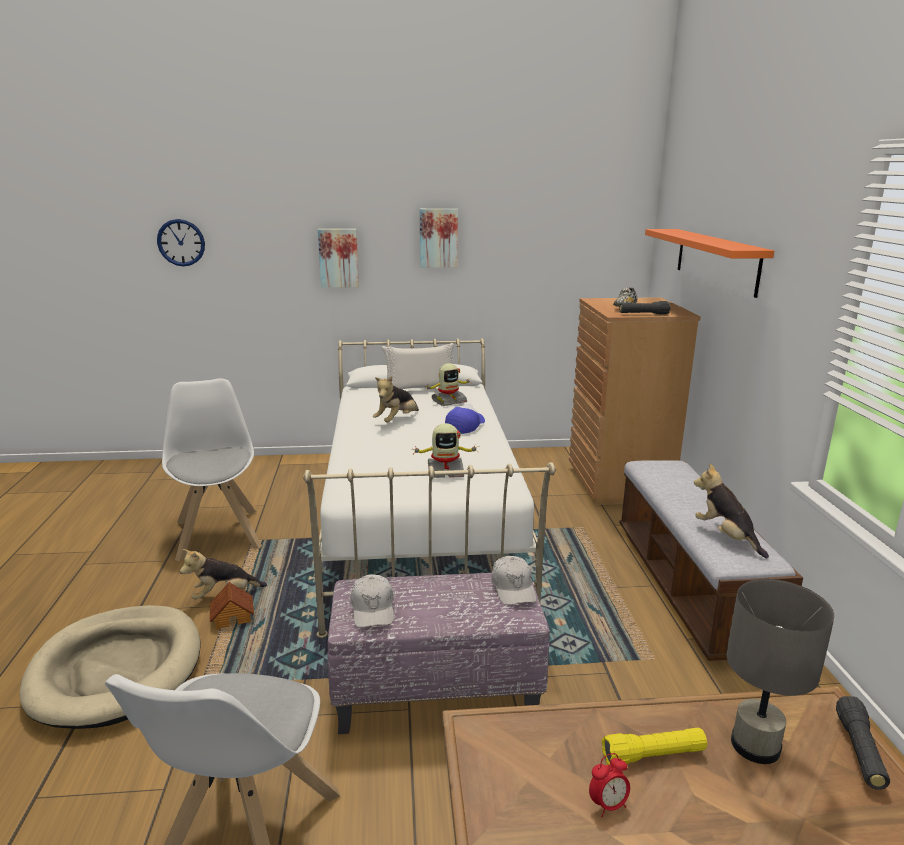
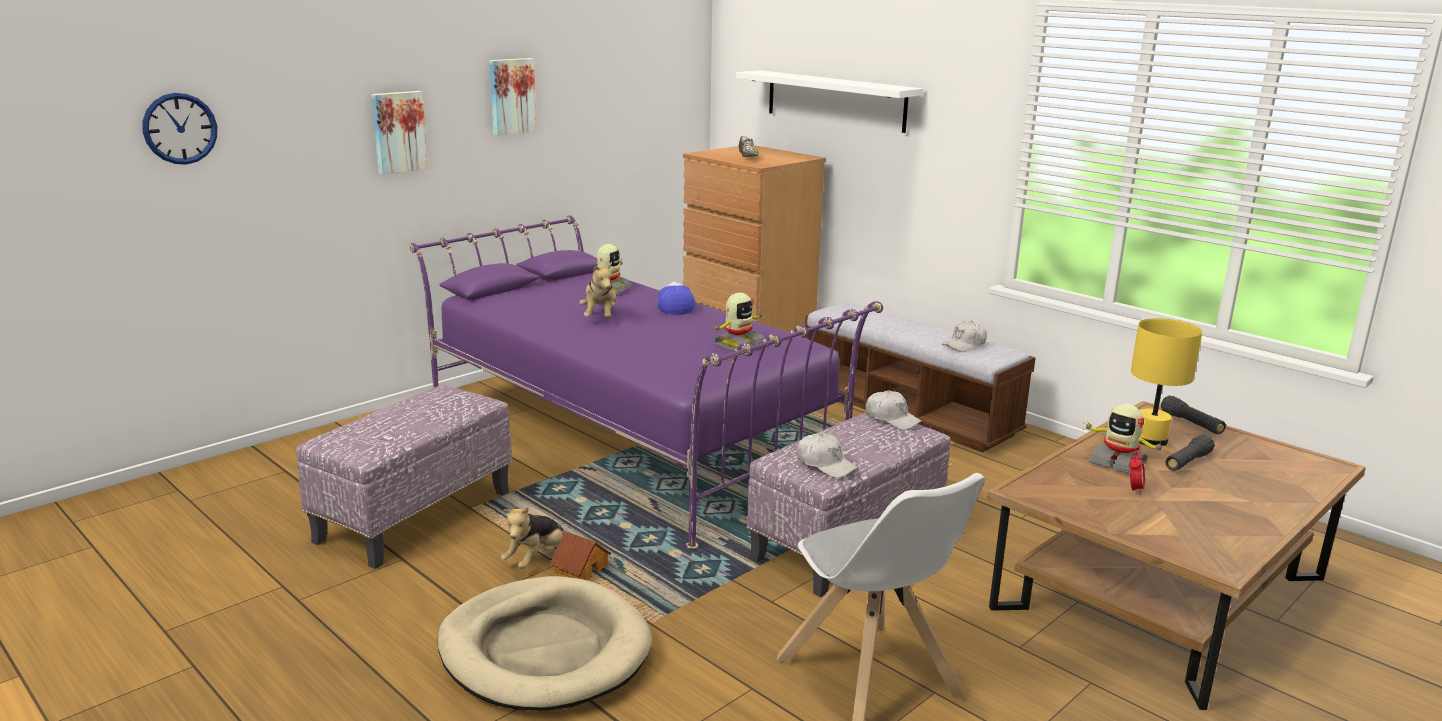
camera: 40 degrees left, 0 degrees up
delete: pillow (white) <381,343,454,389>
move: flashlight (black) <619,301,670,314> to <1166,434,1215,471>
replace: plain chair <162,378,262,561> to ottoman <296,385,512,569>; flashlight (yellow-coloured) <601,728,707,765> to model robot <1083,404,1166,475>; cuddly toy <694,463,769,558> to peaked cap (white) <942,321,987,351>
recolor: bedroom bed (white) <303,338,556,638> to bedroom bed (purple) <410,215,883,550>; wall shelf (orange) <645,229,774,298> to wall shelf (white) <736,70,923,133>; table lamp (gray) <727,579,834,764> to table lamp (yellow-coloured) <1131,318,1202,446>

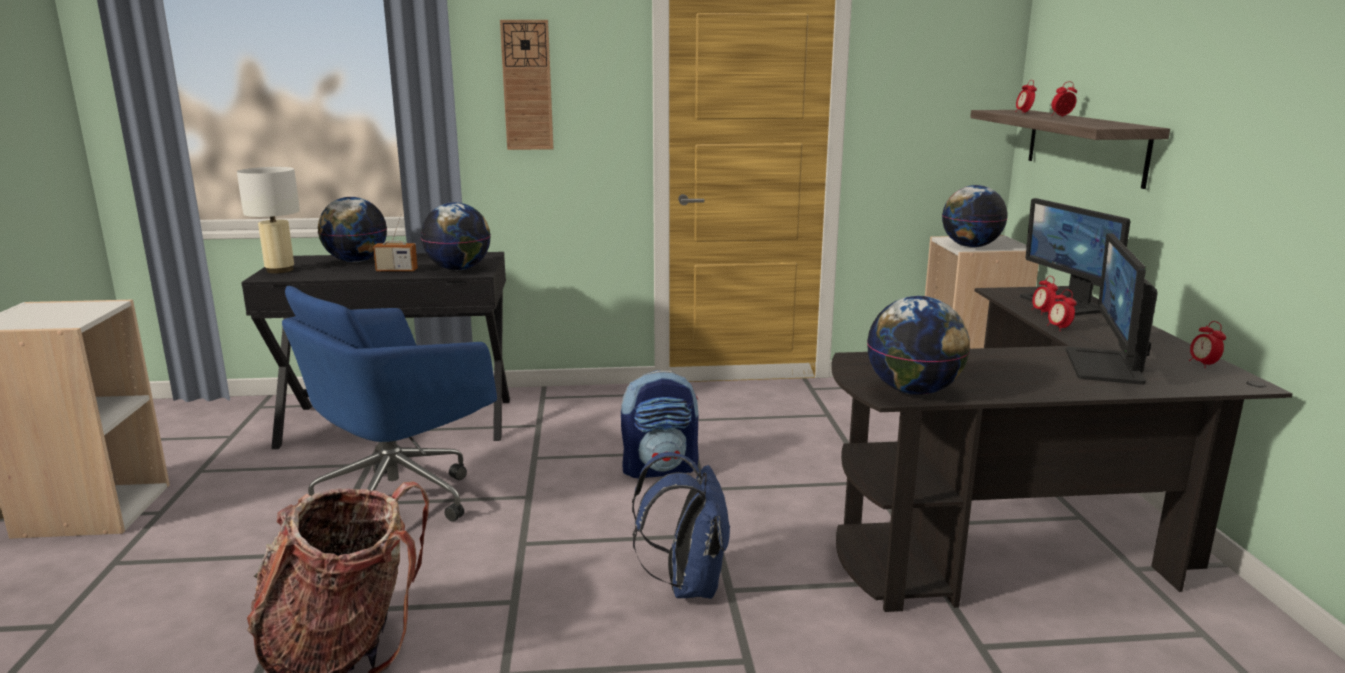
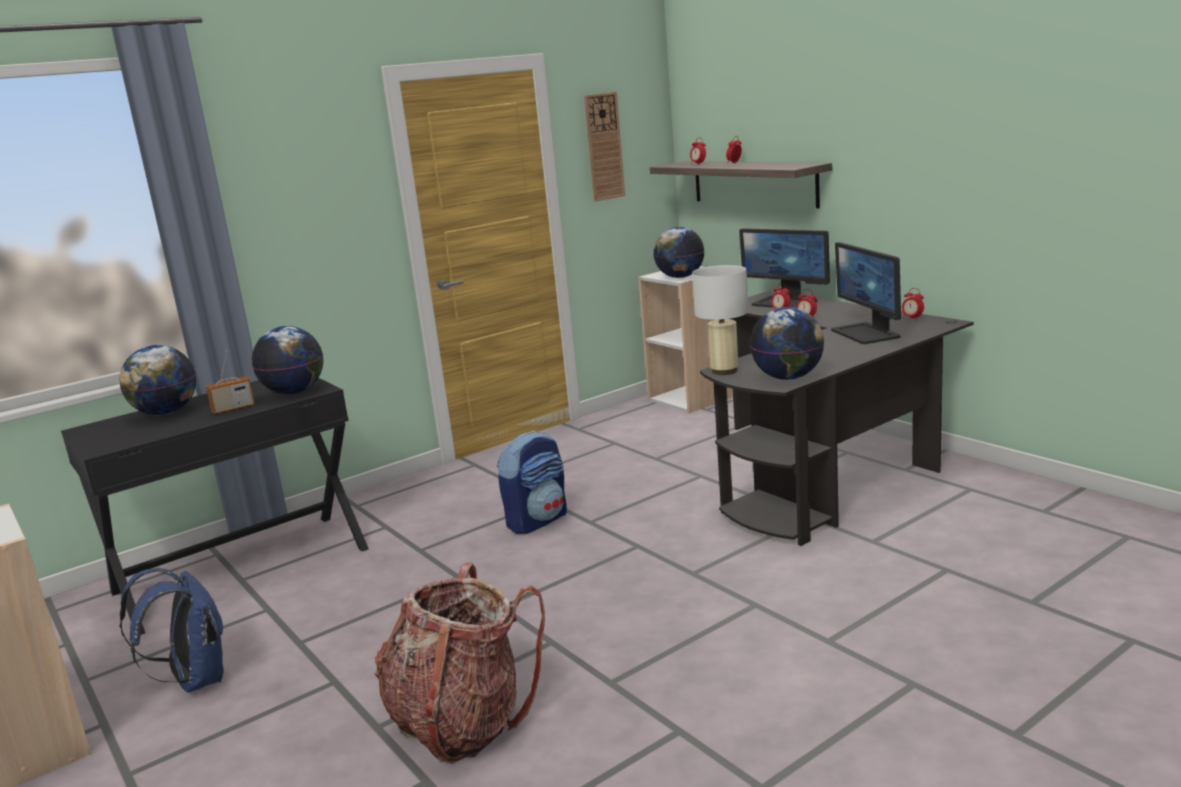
camera: 30 degrees left, 0 degrees up
delete: office chair (blue-coloured) <282,286,497,522>
move: table lamp (white) <237,167,300,273> to <692,265,748,375>; hanging clock <500,20,553,150> to <584,92,625,201>; rucksack (blue-coloured) <632,452,730,599> to <120,568,224,693>

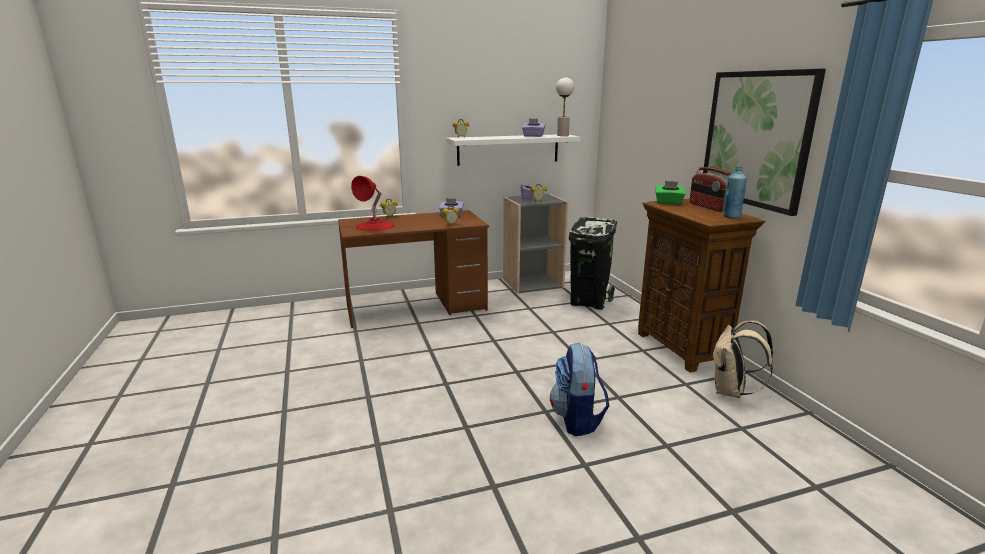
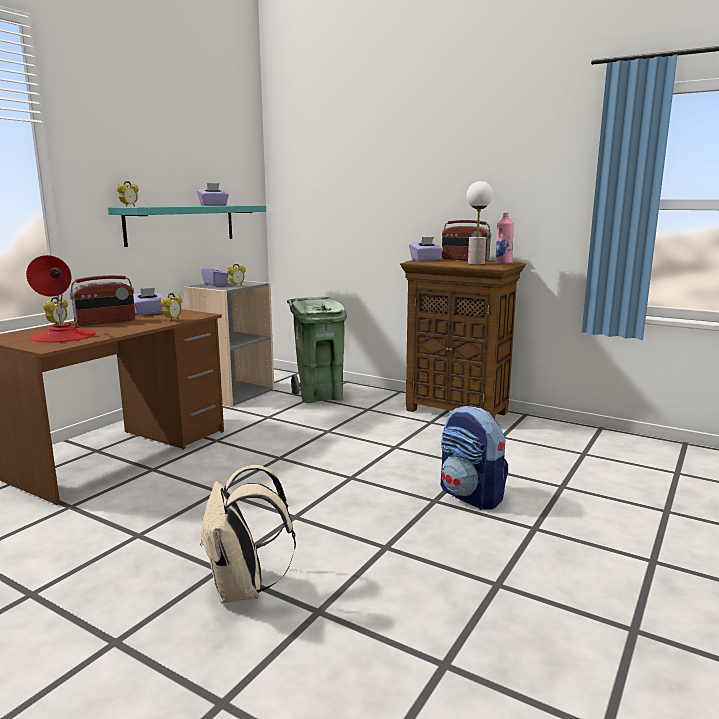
camera: 40 degrees left, 5 degrees down
delete: wall art <703,69,826,216>
insert: radio set <70,275,135,326>
move: table lamp <556,77,574,136> to <467,181,493,265>; rucksack (beige-coloured) <711,320,773,398> to <201,465,296,604>
recolor: wall shelf (white) <446,135,580,166> to wall shelf (turquoise-coloured) <108,205,266,247>; waste bin (black) <569,217,617,310> to waste bin (greenish) <287,296,347,403>; box of tissues (greenish) <656,181,686,204> to box of tissues (purple) <409,237,443,261>; beverage bottle (blue-coloured) <723,166,747,219> to beverage bottle (pinkish) <496,213,514,264>

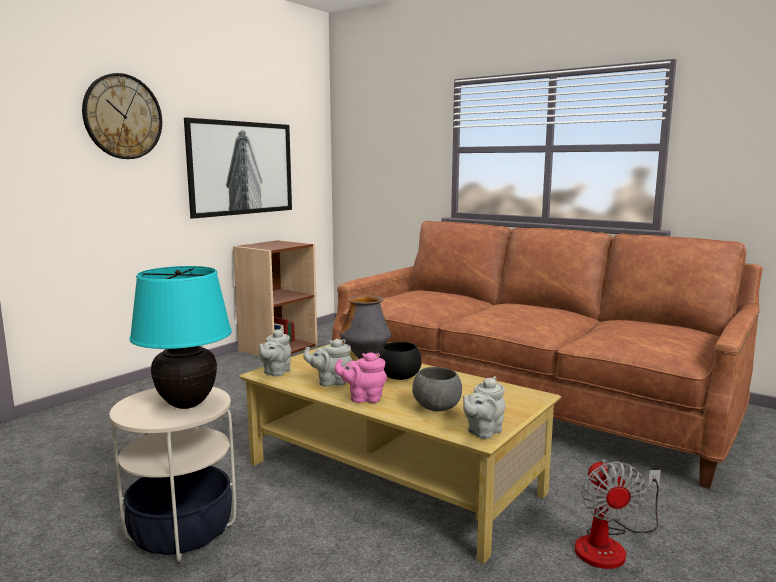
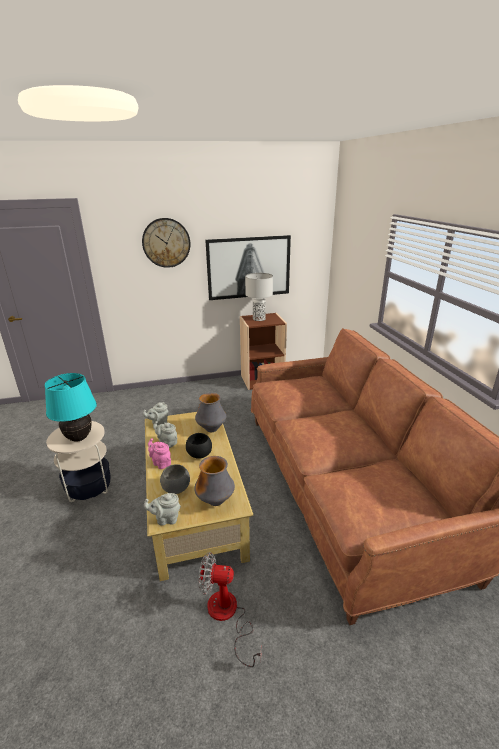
camera: 40 degrees right, 15 degrees up
insert: decorative vase <194,456,235,506>; table lamp (white) <245,273,273,321>
rotate: cooling fan <575,459,661,569> = <198,552,262,667> 60 degrees clockwise

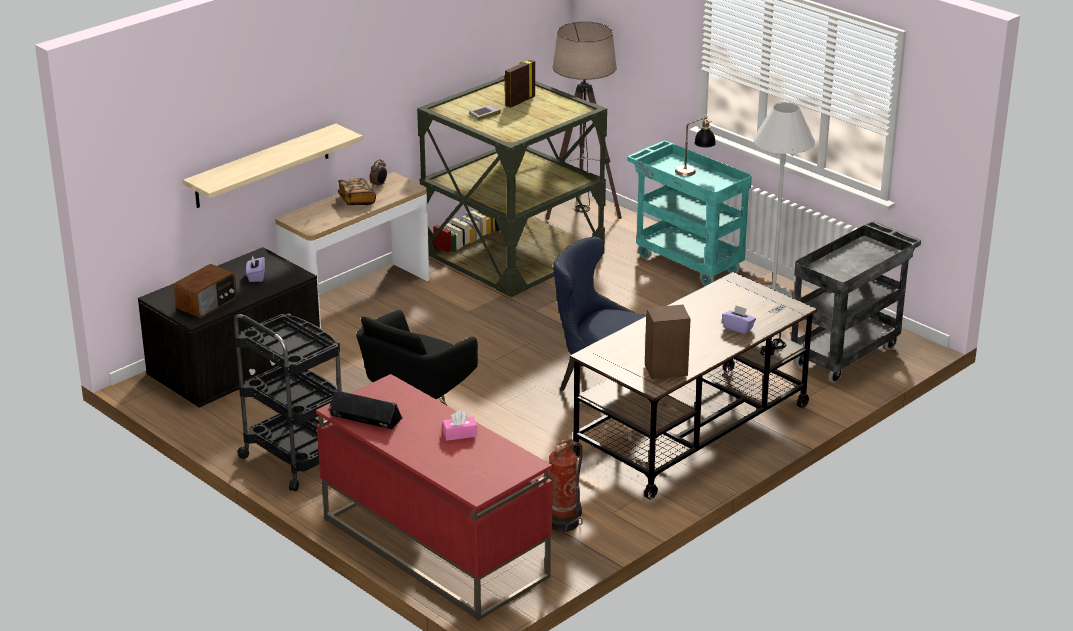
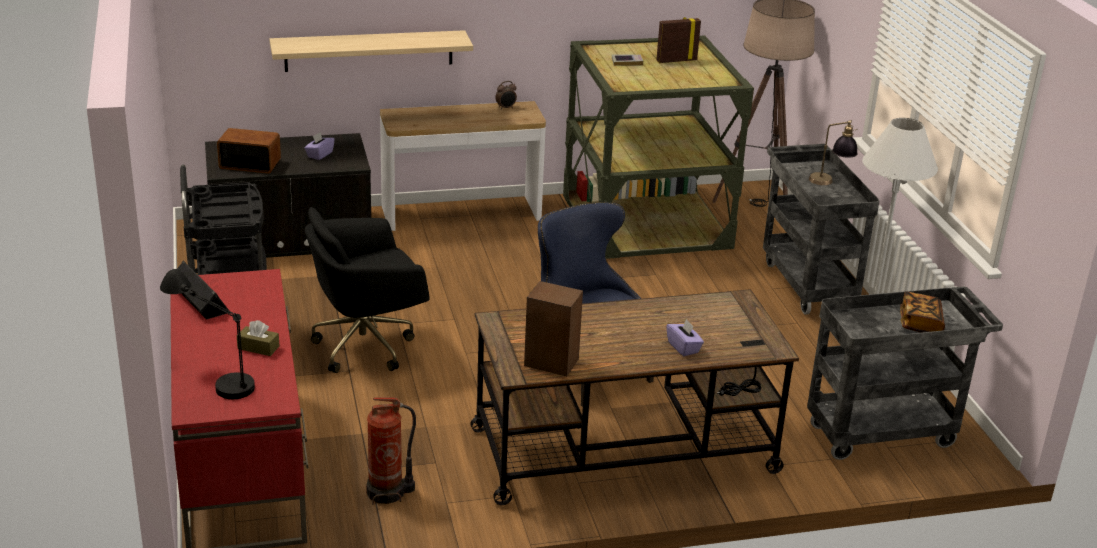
camera: 30 degrees right, 0 degrees up
insert: table lamp (black) <160,269,255,399>
move: volume <338,178,376,205> to <900,292,945,333>
recolor: box of tissues (pinkish) <443,410,477,441> to box of tissues (brownish) <237,320,280,356>; cart (turquoise-coloured) <627,141,752,286> to cart (black) <763,144,880,315>
rotate: radio set <174,264,237,318> = <217,128,281,173> 150 degrees counterclockwise

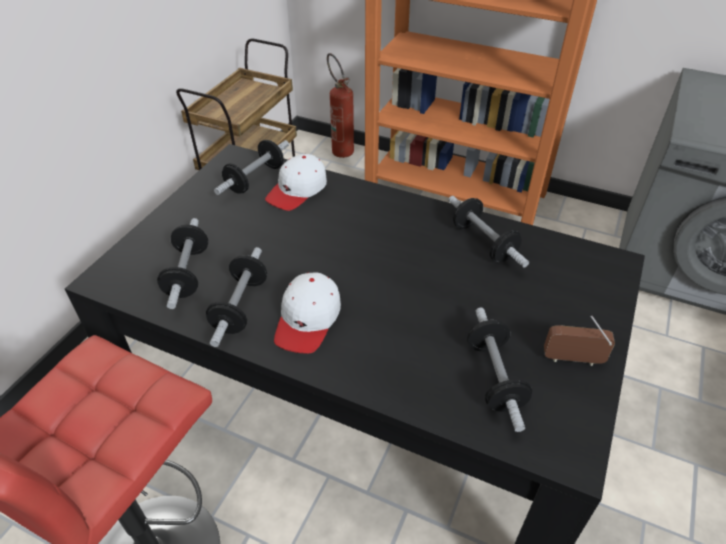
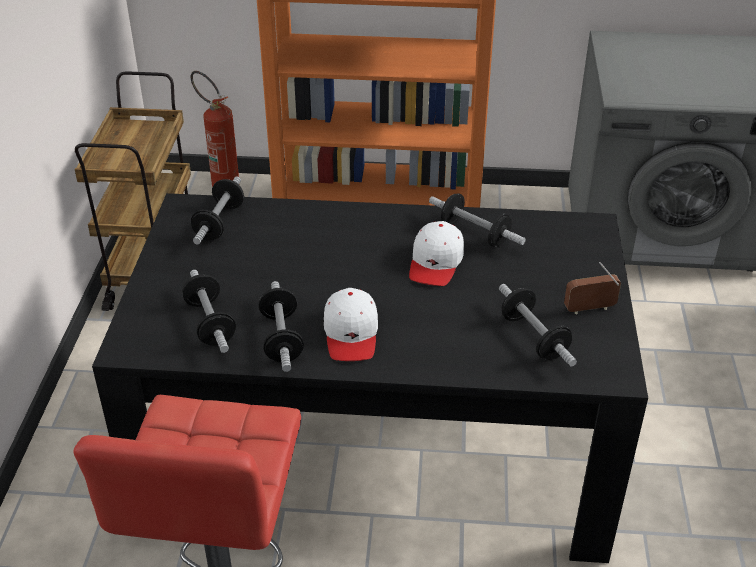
camera: 20 degrees left, 5 degrees down
move: peaked cap (white) <265,154,327,211> to <409,221,464,286>

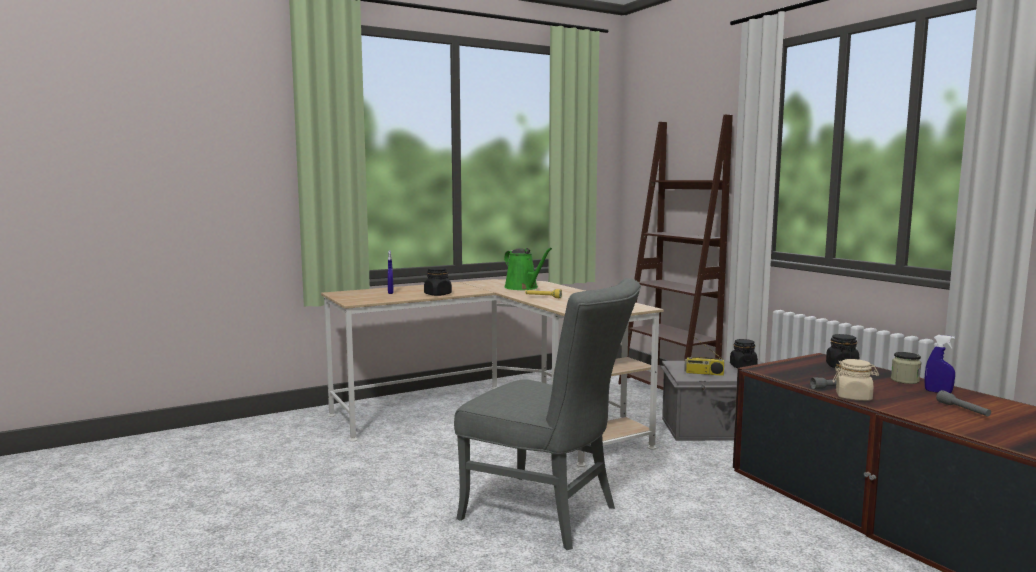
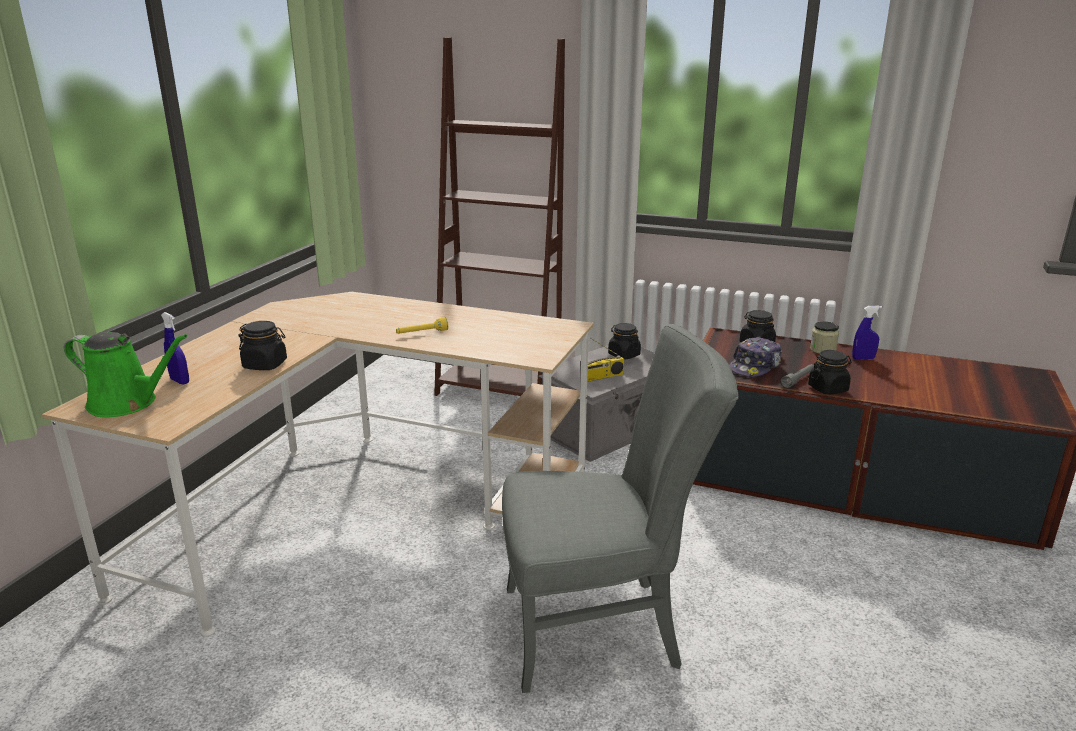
camera: 40 degrees left, 15 degrees up
delete: flashlight (gray) <936,390,991,416>
insert: peaked cap <729,336,782,377>
move: watering can (greenish) <504,248,552,290> to <64,332,188,417>
recolor: jar (beige-coloured) <833,359,879,401> to jar (black) <808,350,851,394>

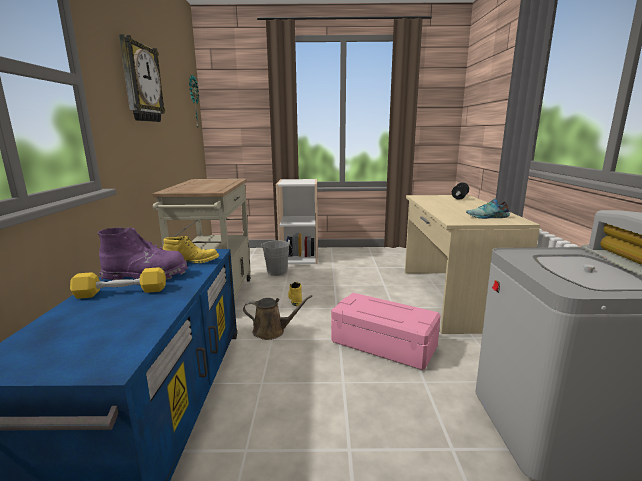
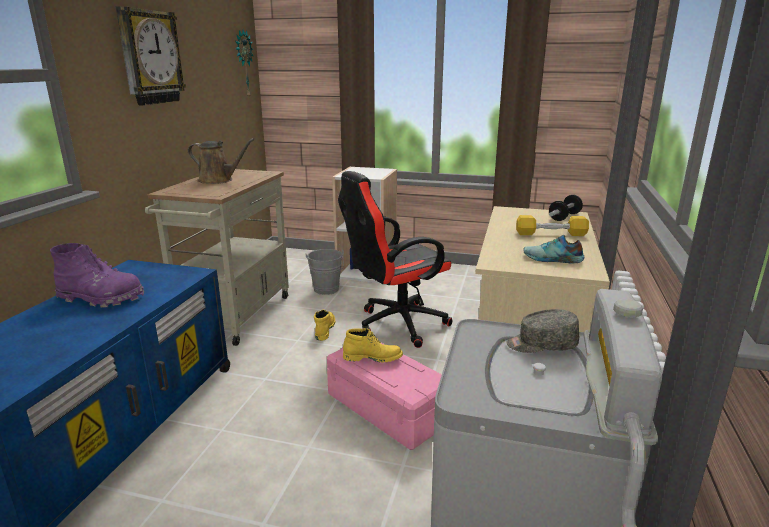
camera: 15 degrees right, 5 degrees up
insert: office chair (black) <338,171,452,348>; peaked cap (gray) <506,309,580,353>
move: dumbbell (yellow-coloured) <70,267,166,299> to <516,215,589,236>; tall boot (yellow-coloured) <163,236,219,264> to <343,328,403,362>; watering can (brownish) <243,295,312,340> to <188,138,255,184>

